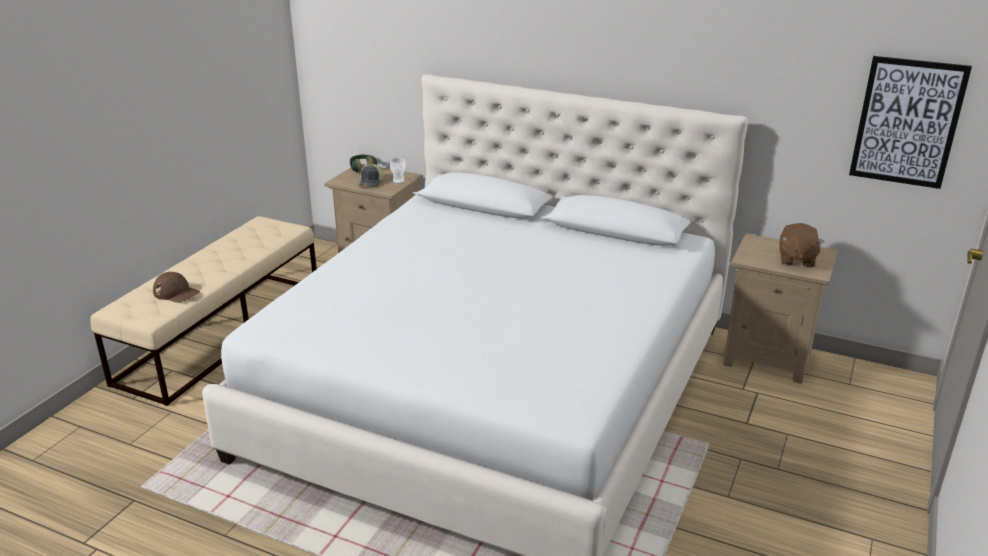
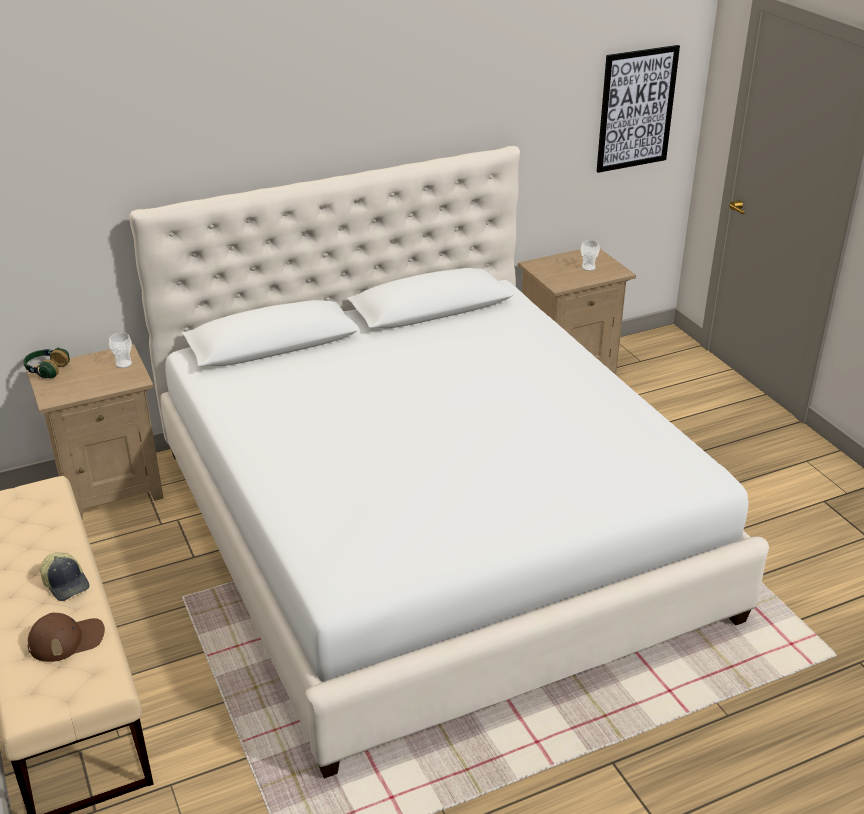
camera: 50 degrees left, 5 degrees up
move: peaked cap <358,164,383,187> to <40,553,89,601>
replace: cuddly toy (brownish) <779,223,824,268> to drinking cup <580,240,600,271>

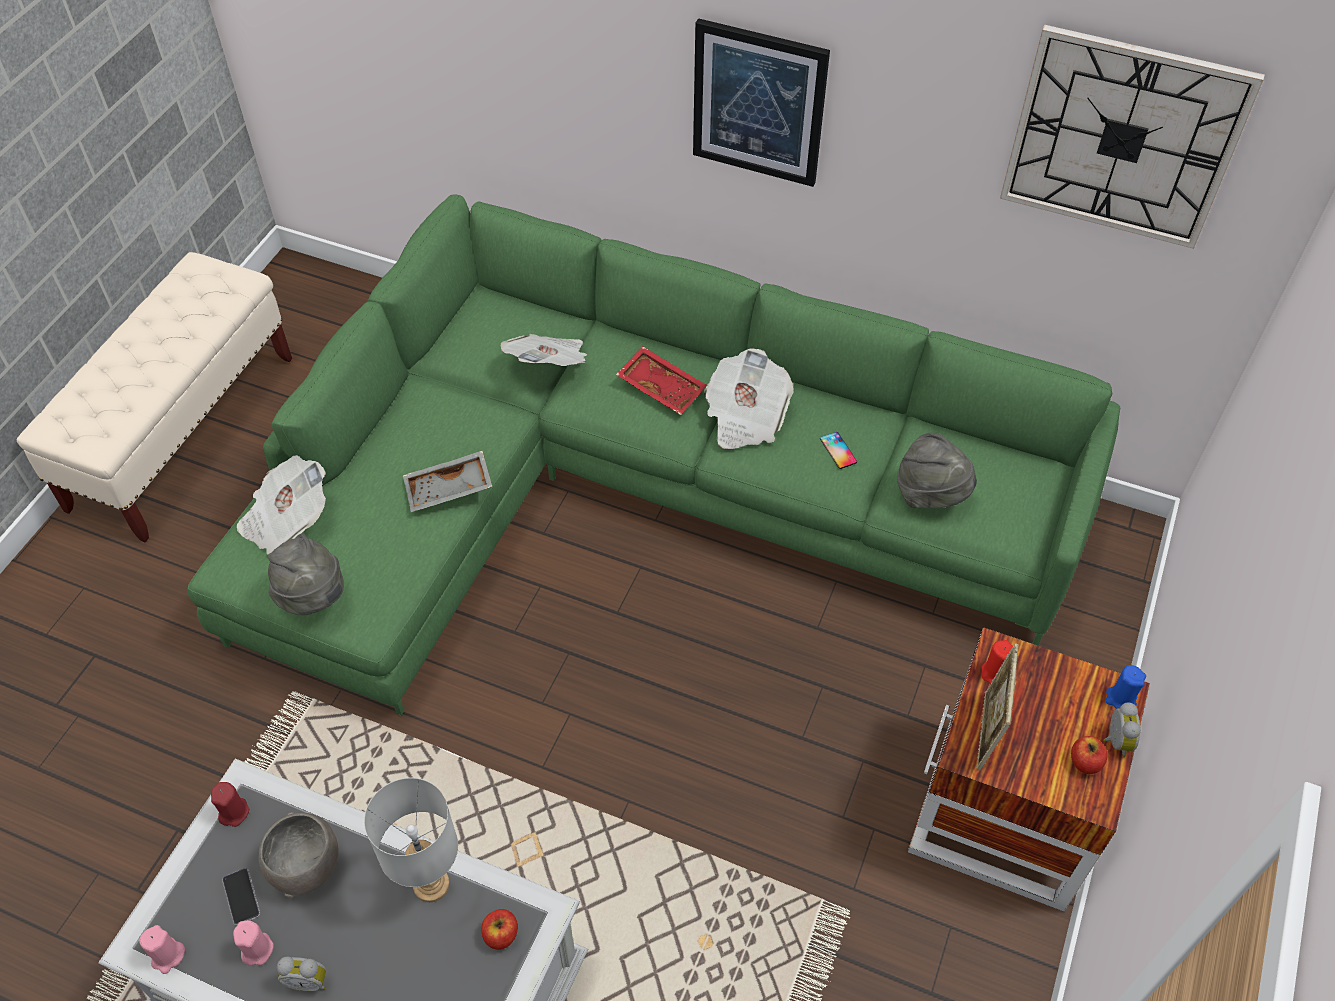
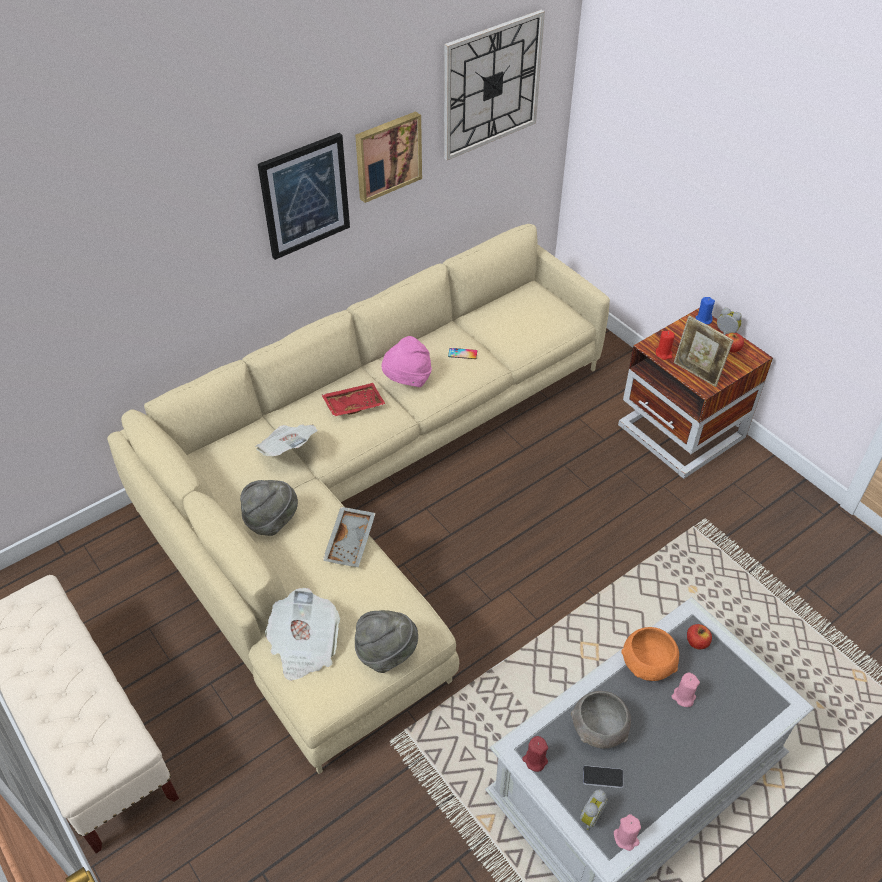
camera: 60 degrees left, 5 degrees down
insert: wall art <355,111,422,203>
move: wax candle (pinkish) <233,920,274,965> to <672,672,700,707>; alarm clock <277,956,326,991> to <580,789,608,830>; hat (gray) <897,433,977,508> to <240,480,298,536>
replace: table lamp (gray) <364,778,458,902> to deep dish (orange) <621,627,679,681>; daily paper <704,348,794,449> to hat (pinkish) <382,336,432,387>
recolor: settee (greenish) <187,194,1120,716> to settee (beige-coloured) <107,224,610,774>

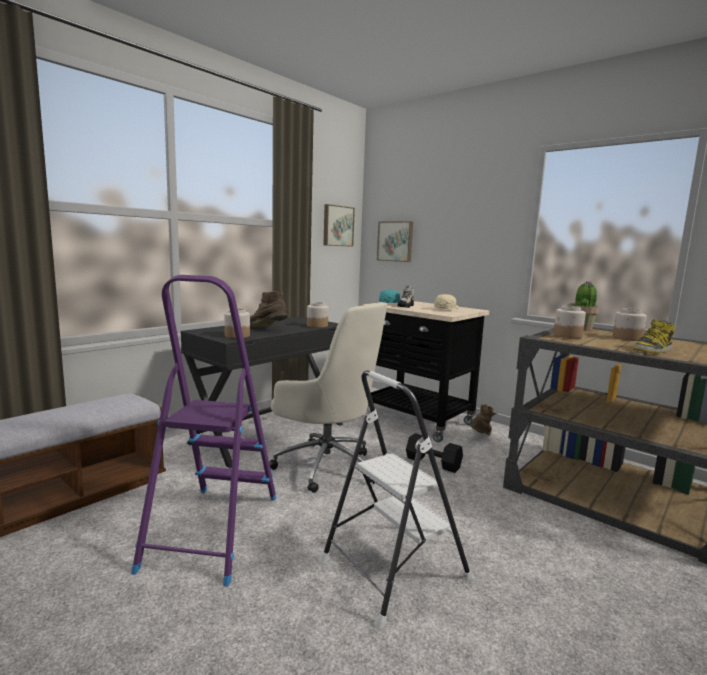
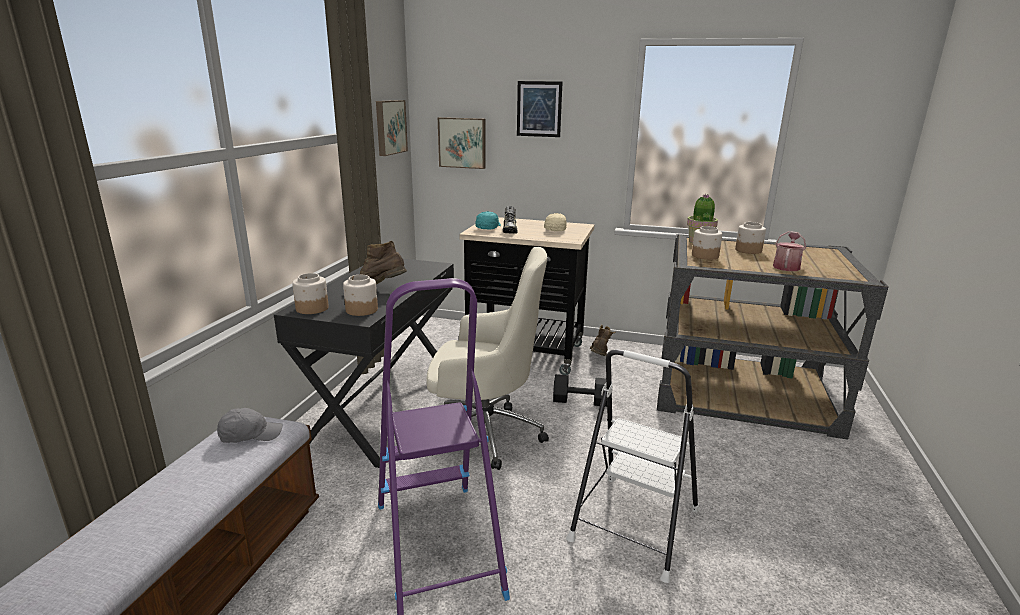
camera: 25 degrees left, 10 degrees up
insert: peaked cap (gray) <217,408,283,443>; wall art <517,81,562,137>
move: jar <307,302,328,328> to <292,273,329,314>
replace: tall boot <633,319,675,353> to watering can <773,231,806,271>

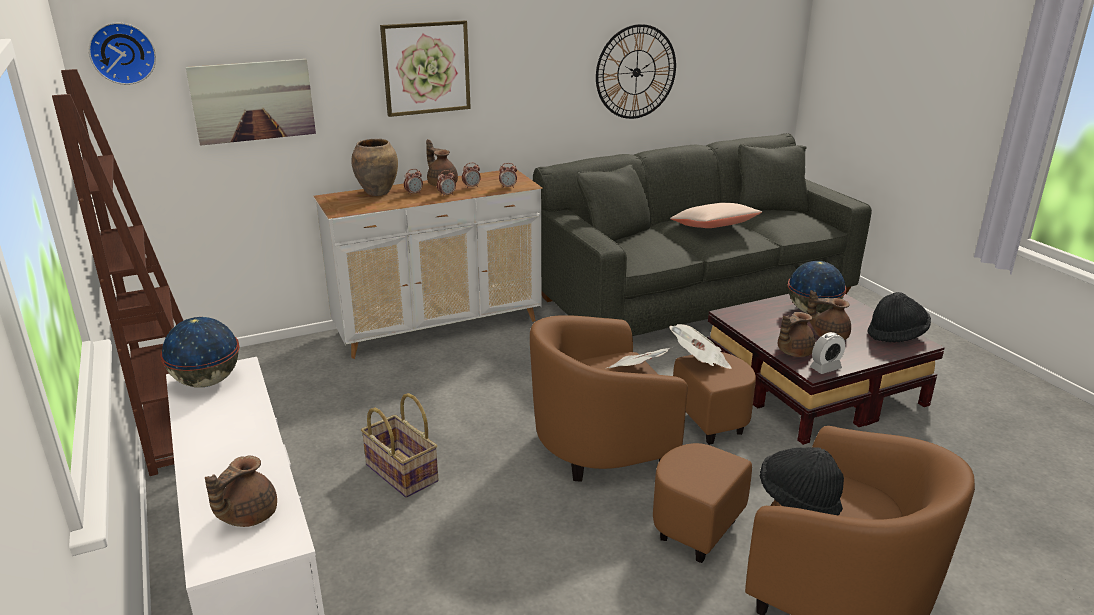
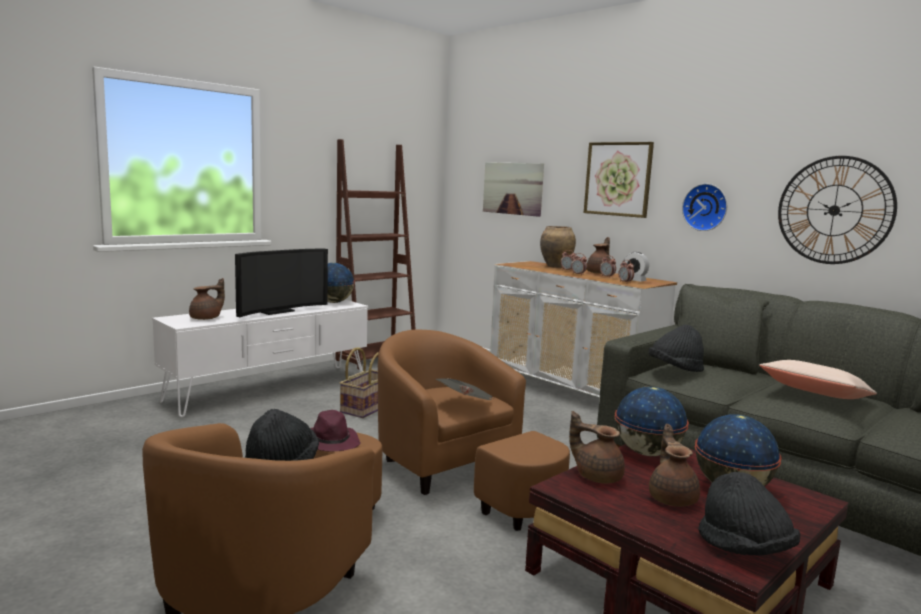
camera: 70 degrees right, 15 degrees down
delete: daily paper <669,324,731,369>
insert: TV set <235,249,328,317>; hat (purple) <310,410,361,451>; world globe <614,387,689,456>; hat (black) <649,324,704,372>
move: hanging clock <89,22,156,85> to <682,184,727,231>; alarm clock <810,332,845,374> to <623,252,649,282>
rotate: tea pot (brownish) <205,456,277,527> = <189,278,225,320> 120 degrees clockwise

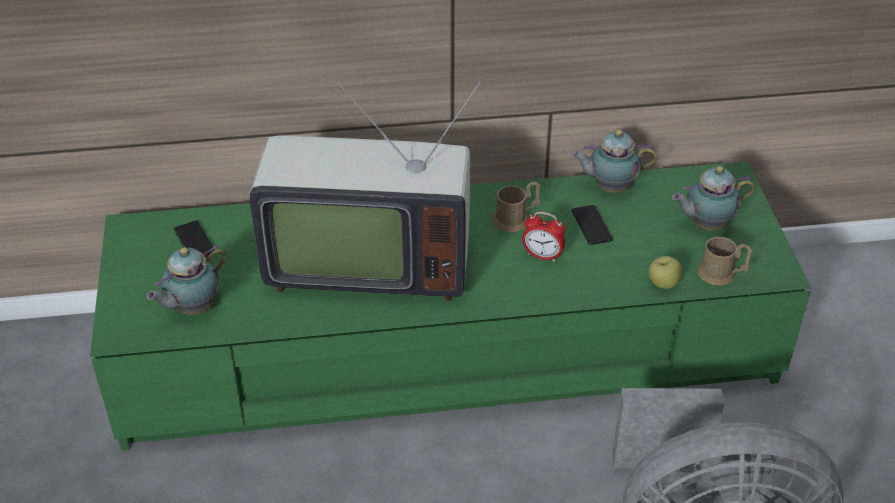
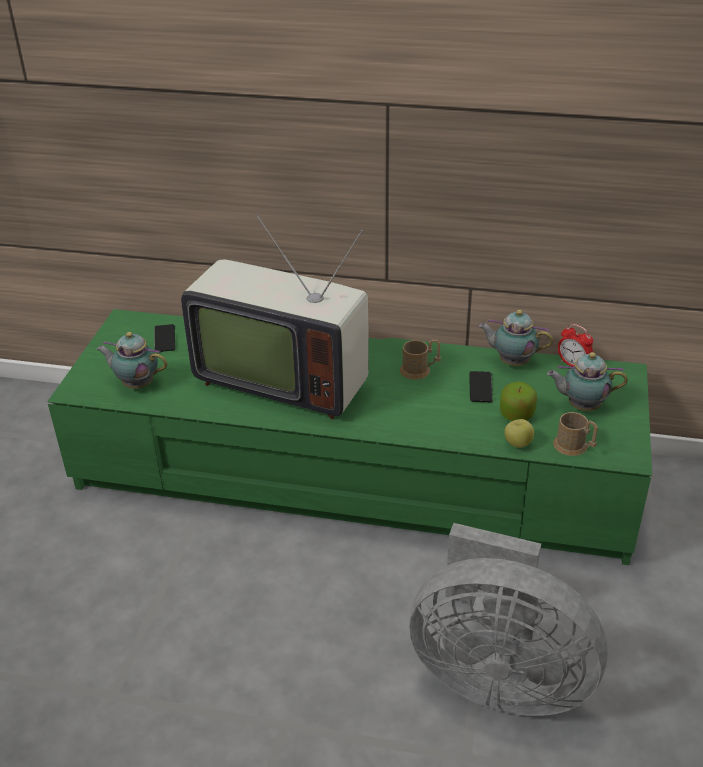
camera: 20 degrees right, 5 degrees down
insert: apple fruit <500,381,537,421>
move: alarm clock <522,212,565,262> to <558,324,593,367>
rotate: tea pot <147,245,226,315> = <97,332,167,389> 45 degrees clockwise

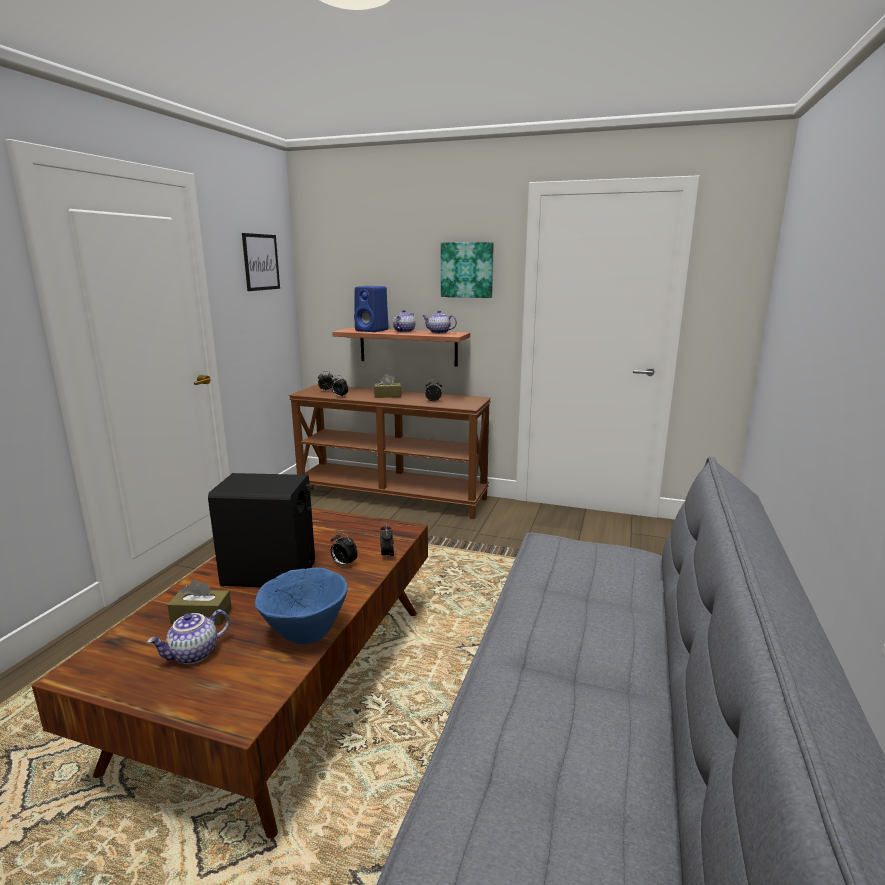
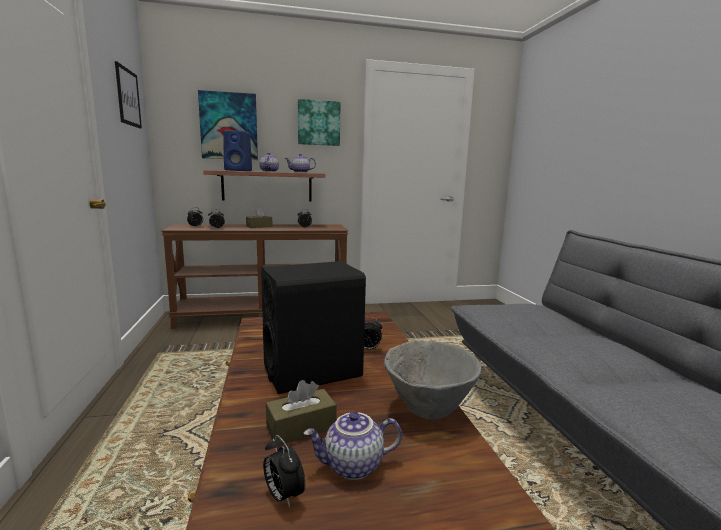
camera: 30 degrees left, 5 degrees down
insert: wall art <198,90,258,160>
move: alarm clock <380,523,394,560> to <263,435,305,508>
recolor: deep dish (blue-coloured) <255,567,348,644> to deep dish (gray) <384,340,482,419>
rotate: tea pot <147,610,230,664> = <303,412,402,480> 60 degrees clockwise

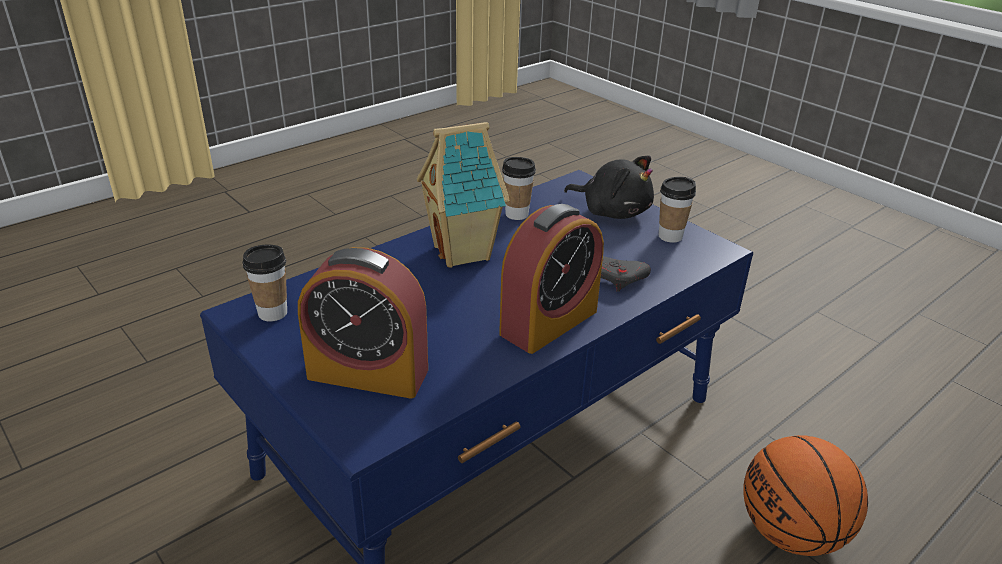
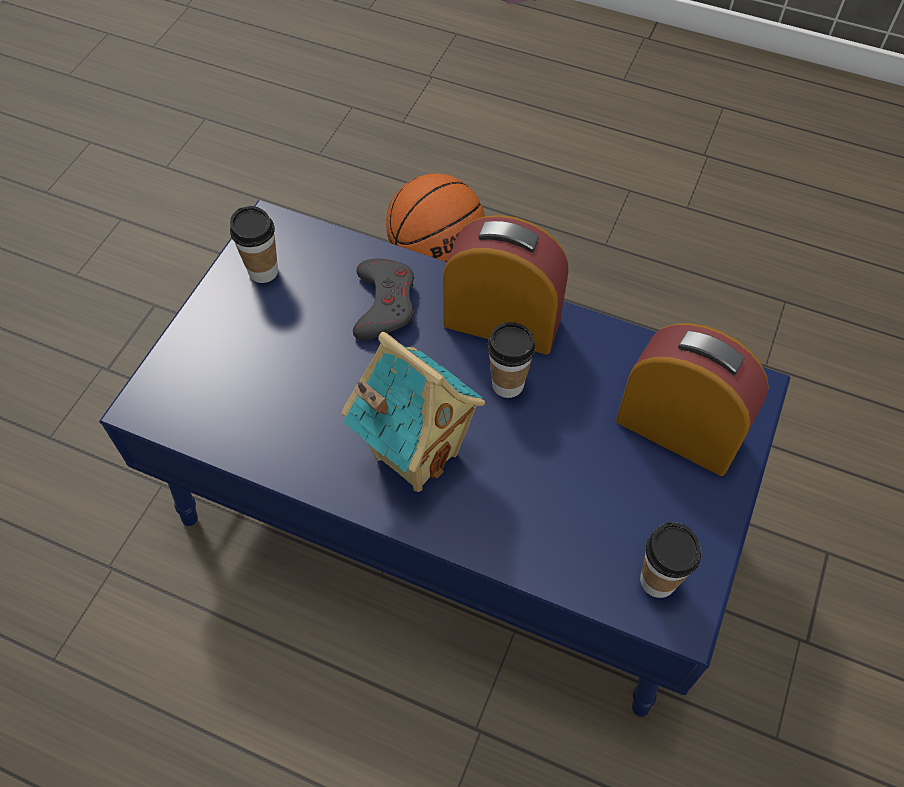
camera: 115 degrees left, 25 degrees up
delete: cuddly toy (black) <564,156,654,219>
move: drinking cup <502,157,536,220> to <488,322,536,398>
rotate: alarm clock <298,247,428,399> = <616,323,769,476> 45 degrees counterclockwise

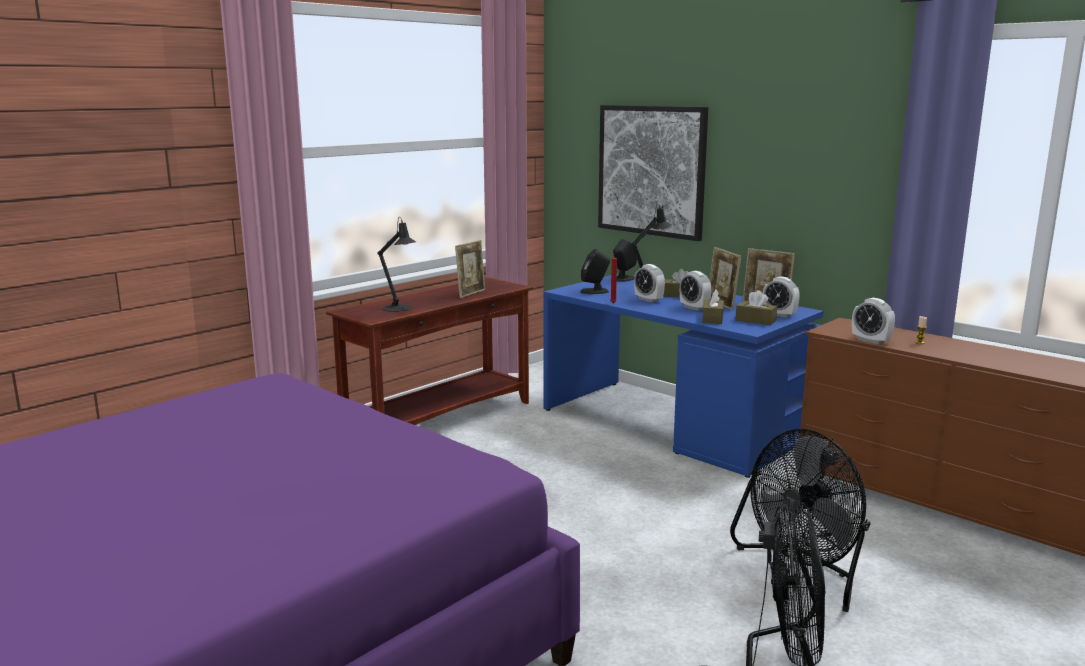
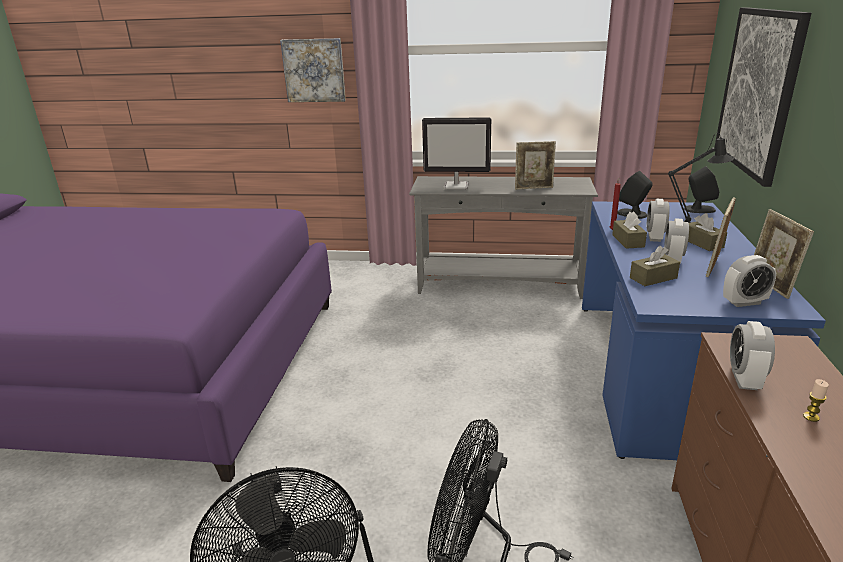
camera: 55 degrees right, 10 degrees up
insert: wall art <280,38,346,102>
move: box of tissues (brownish) <735,290,777,325> to <612,211,647,249>
replace: table lamp (black) <377,217,416,312> to computer display <422,117,491,190>
recolor: narrow table (brownish) <326,277,533,425> to narrow table (gray) <409,176,598,299>
rotate: alarm clock <763,276,800,318> = <723,255,776,307> 105 degrees counterclockwise

